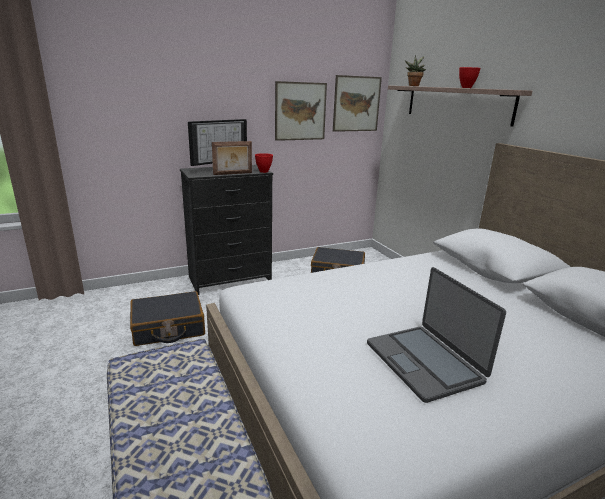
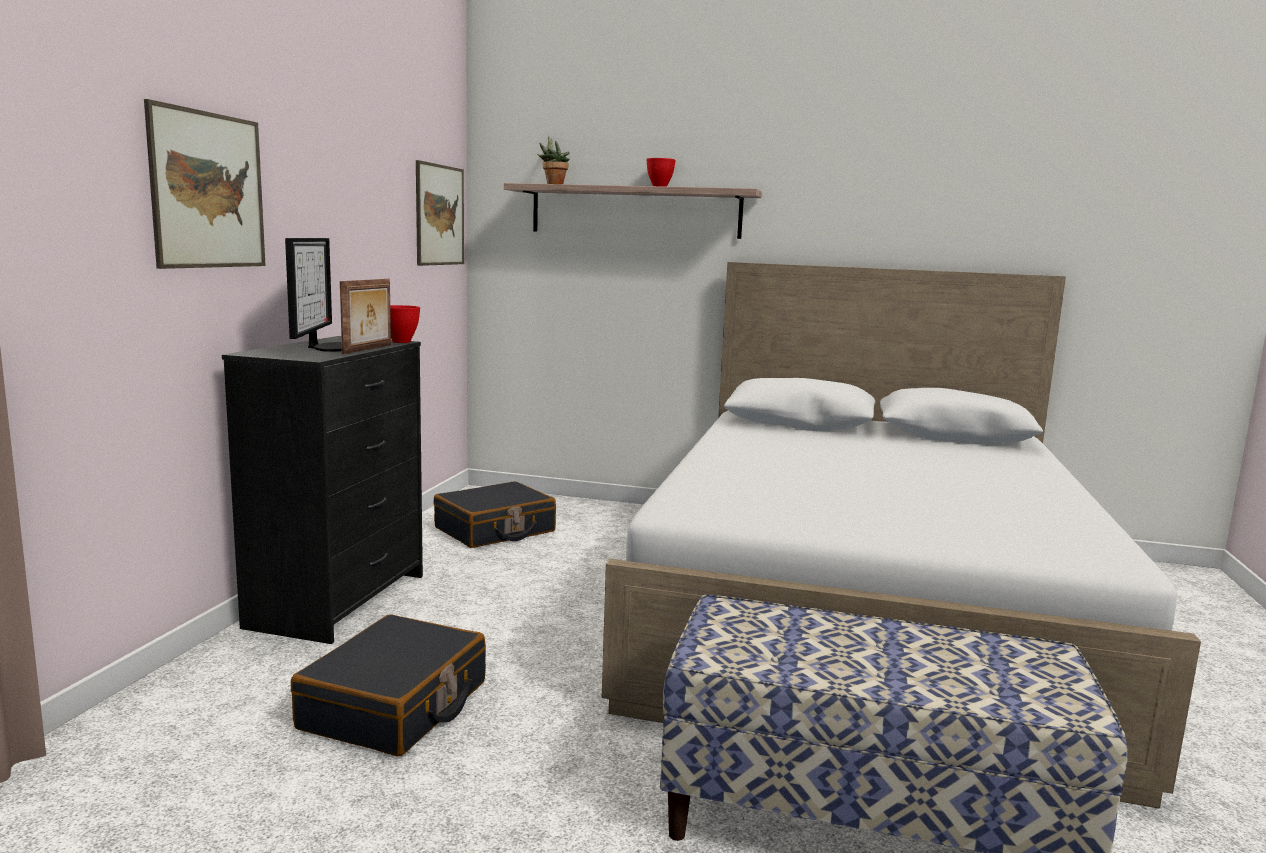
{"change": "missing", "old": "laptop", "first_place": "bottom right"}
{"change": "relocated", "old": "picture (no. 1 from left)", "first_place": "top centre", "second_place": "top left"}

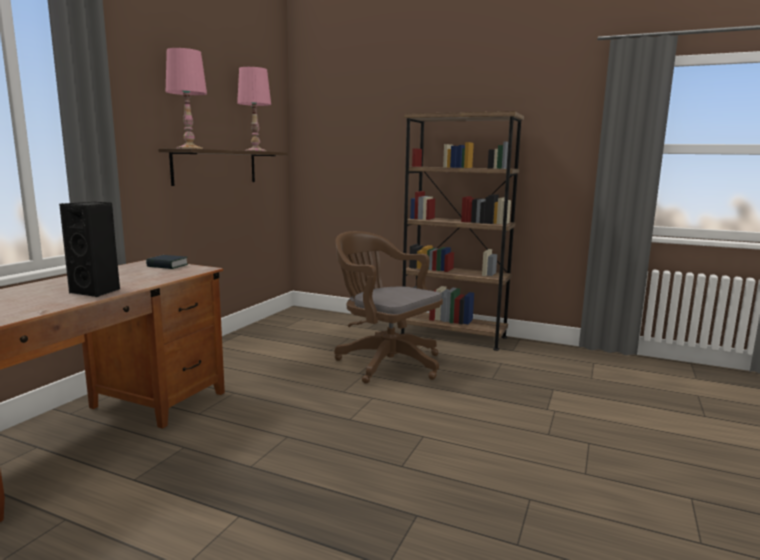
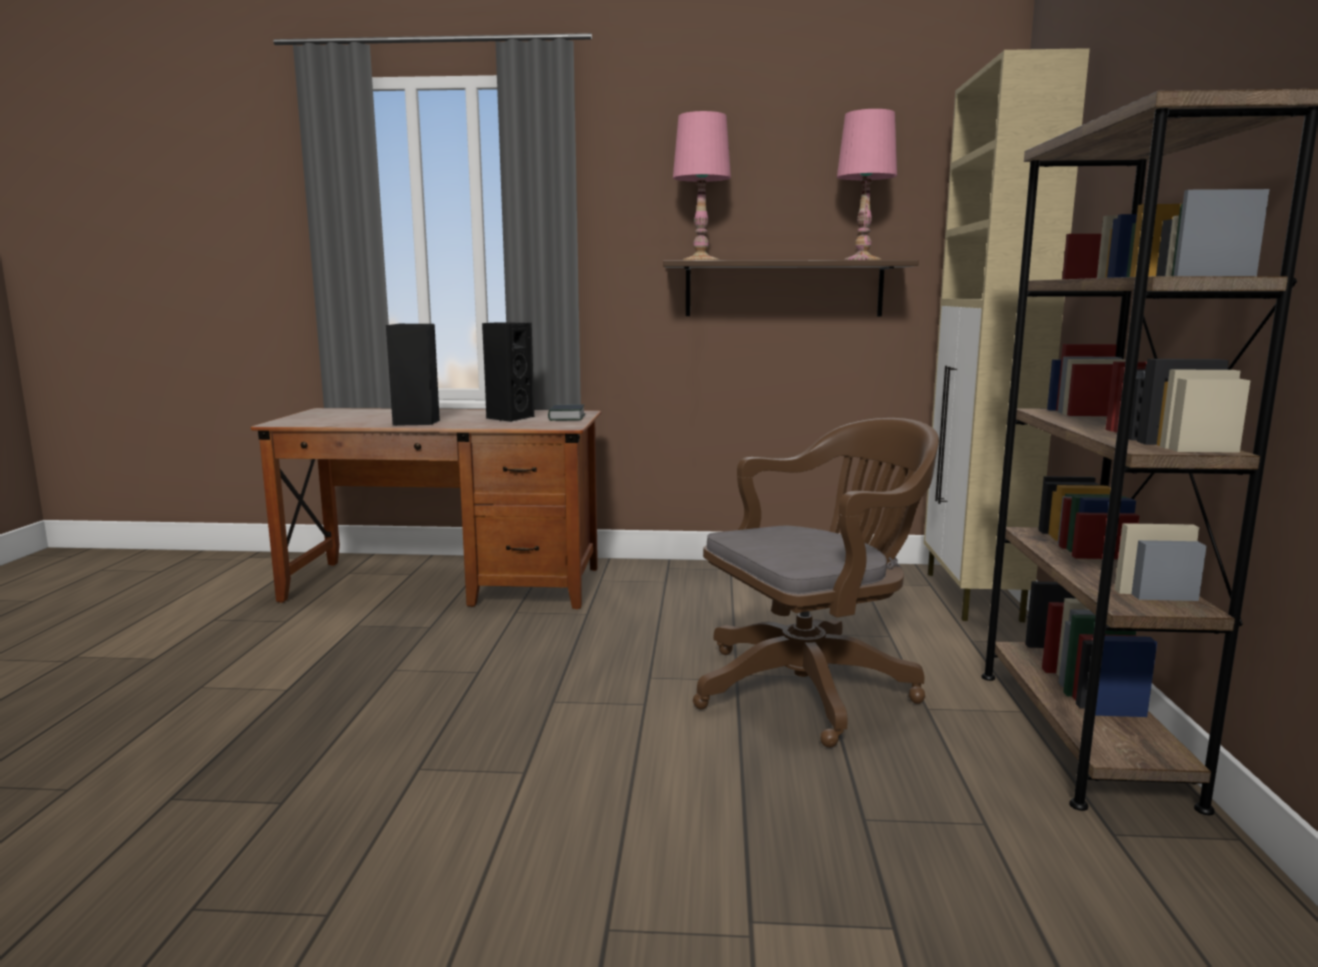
{"change": "appeared", "new": "black speaker (no. 2 from left)", "second_place": "centre"}
{"change": "appeared", "new": "beige cabinet", "second_place": "middle right"}
{"change": "spun", "old": "brown office chair", "first_place": "centre", "second_place": "centre", "degrees": 45}

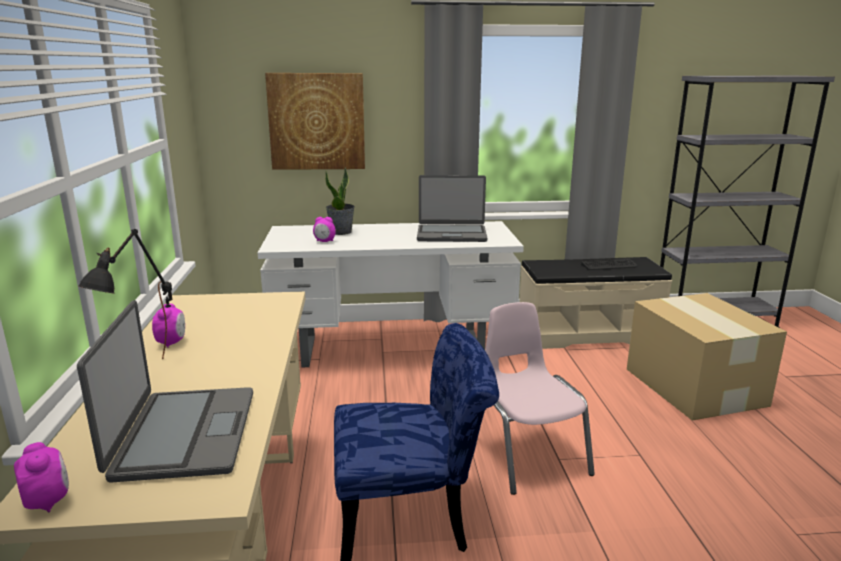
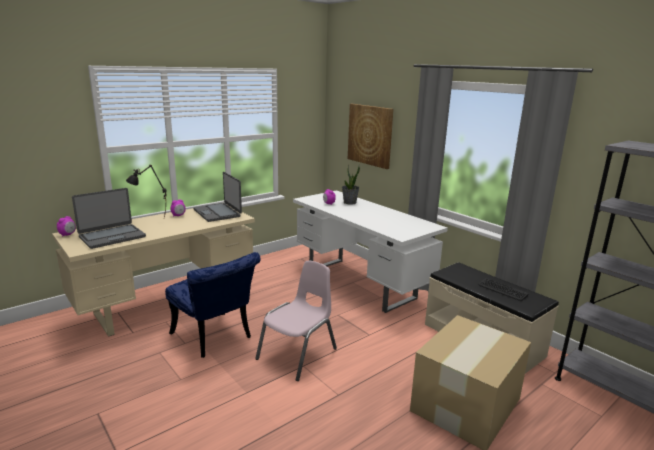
{"change": "relocated", "old": "laptop (no. 2 from left)", "first_place": "centre", "second_place": "middle left"}

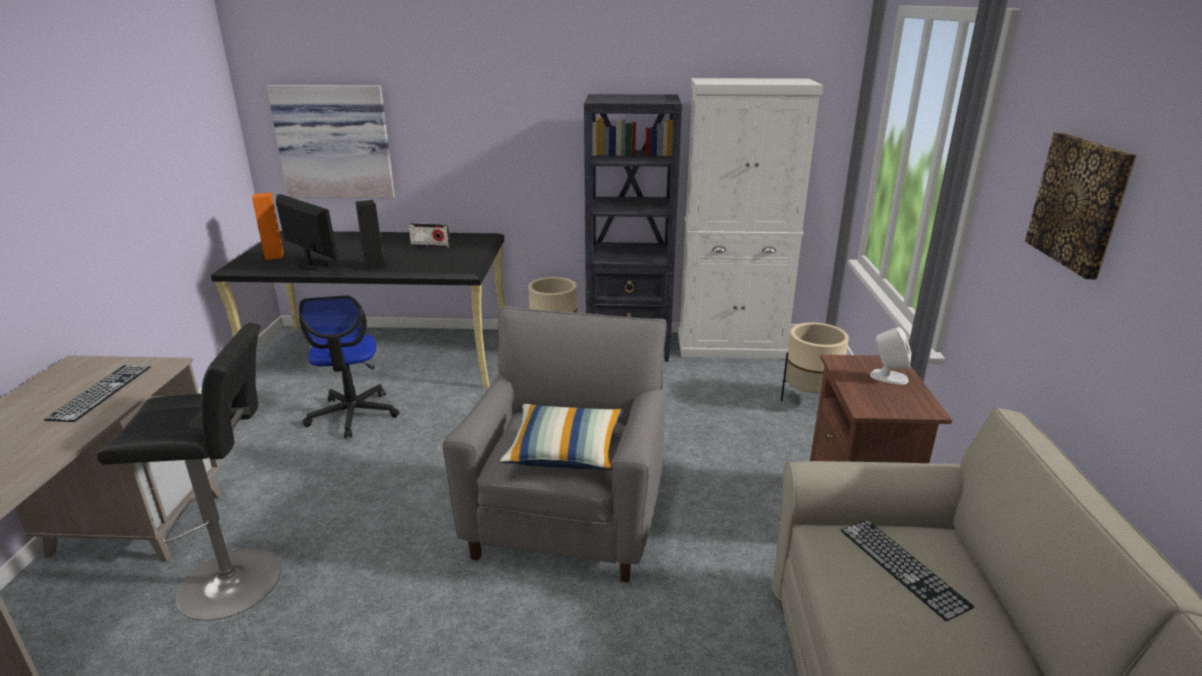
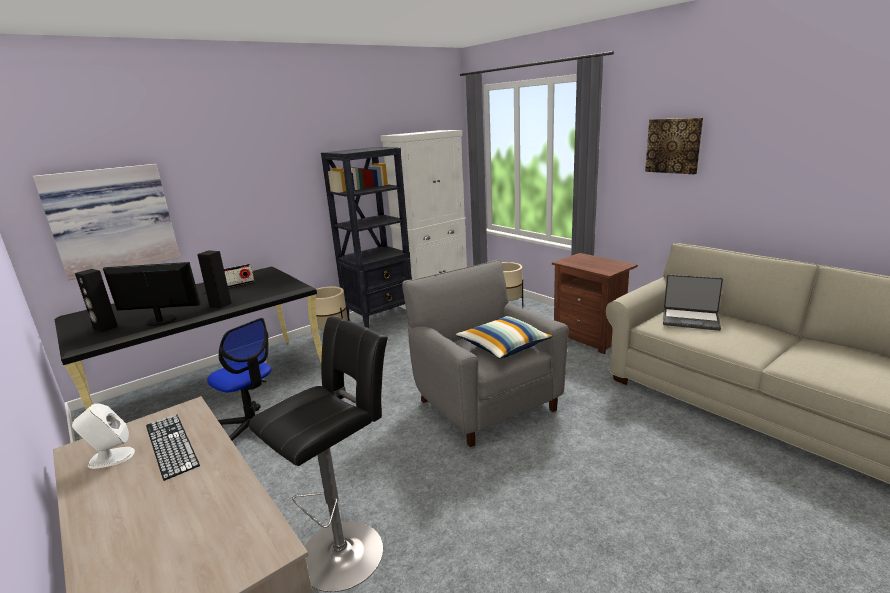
{"change": "relocated", "old": "white speaker", "first_place": "middle right", "second_place": "bottom left"}
{"change": "exchanged", "old": "keyboard (no. 2 from left)", "new": "laptop", "first_place": "bottom right", "second_place": "middle right"}
{"change": "colour", "old": "orange speaker", "new": "black speaker (no. 1 from left)", "first_place": "middle left", "second_place": "middle left"}

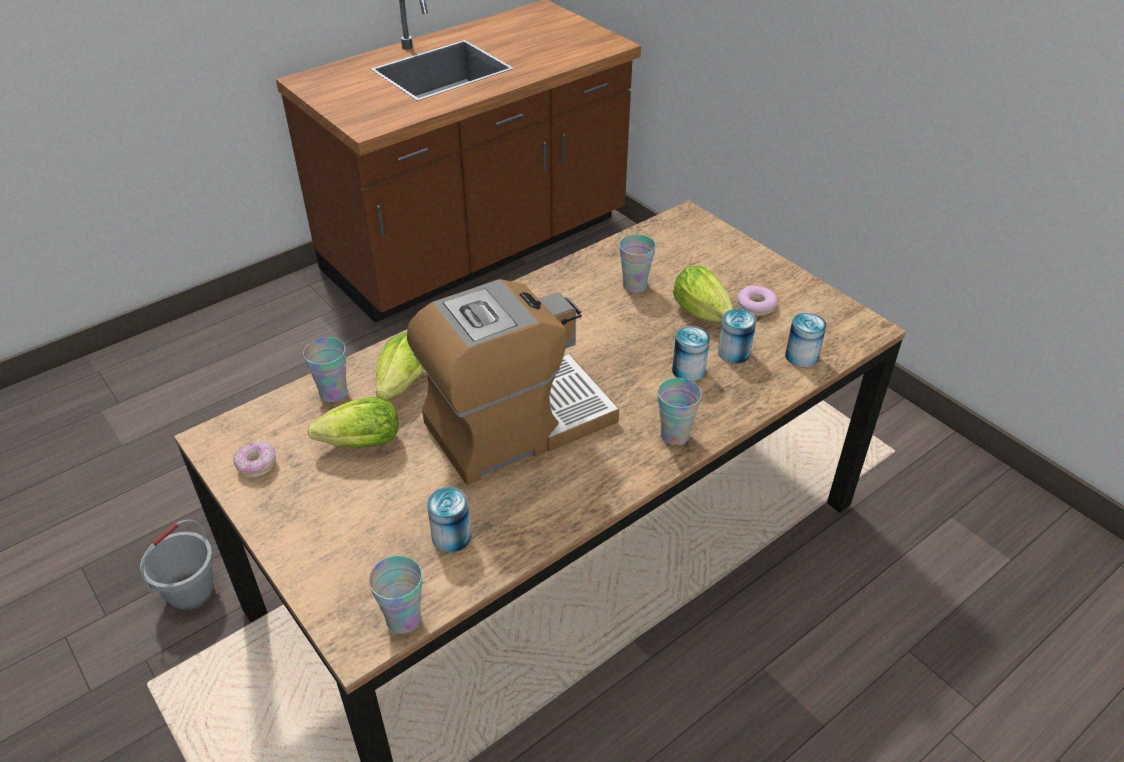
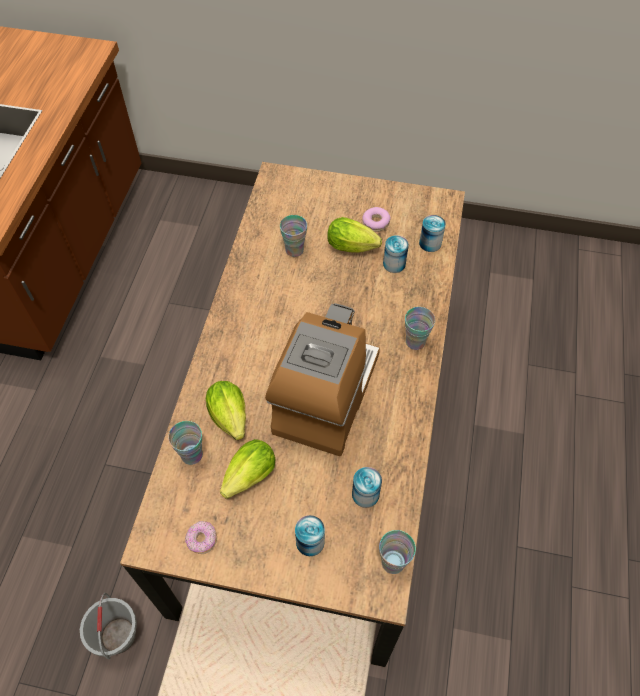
{"change": "relocated", "old": "can (no. 2 from left in the first image)", "new": "can (no. 1 from left)", "first_place": "centre", "second_place": "bottom centre"}

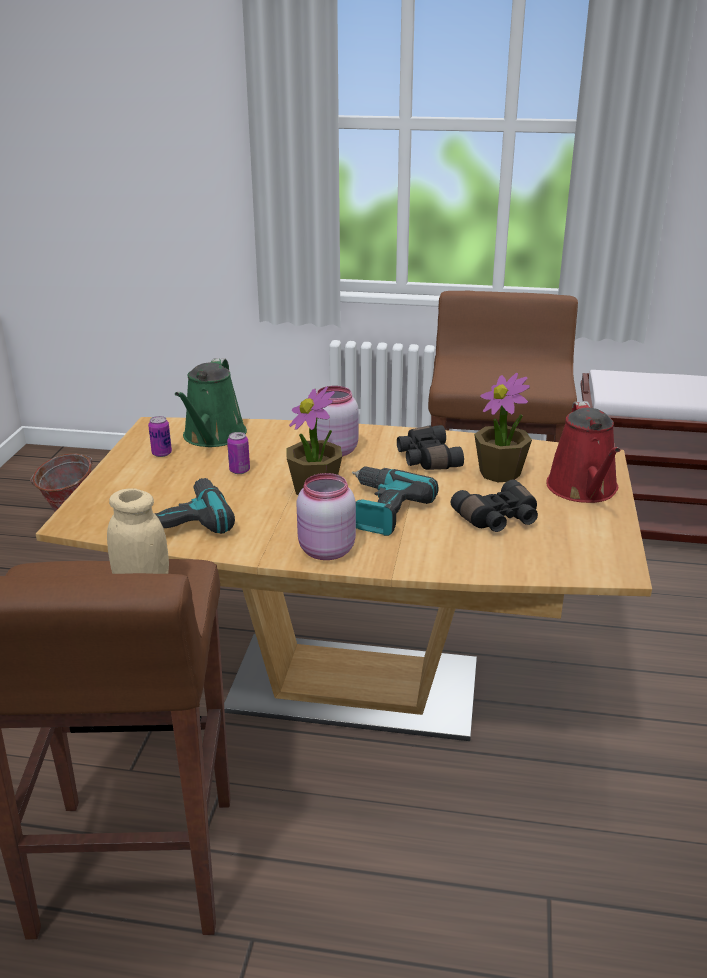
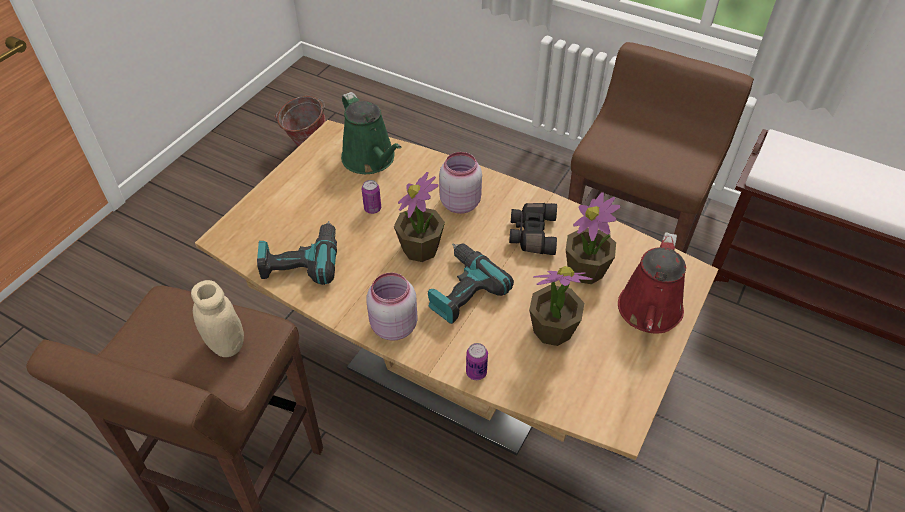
{"change": "relocated", "old": "can (no. 1 from left in the first image)", "new": "can (no. 2 from left)", "first_place": "middle left", "second_place": "bottom centre"}
{"change": "exchanged", "old": "black binoculars (no. 2 from left)", "new": "potted plant (no. 2 from left)", "first_place": "middle right", "second_place": "centre"}
{"change": "spun", "old": "green watering can", "first_place": "middle left", "second_place": "top centre", "degrees": -60}

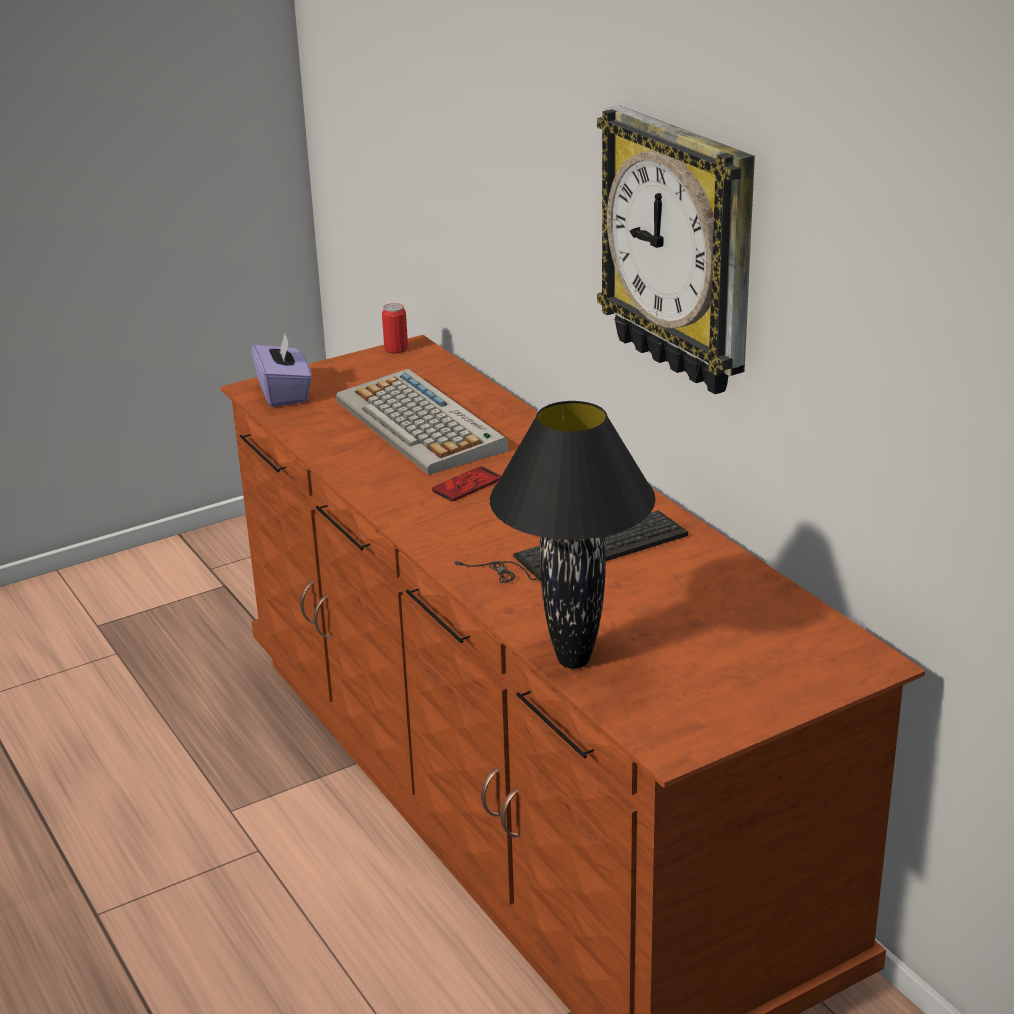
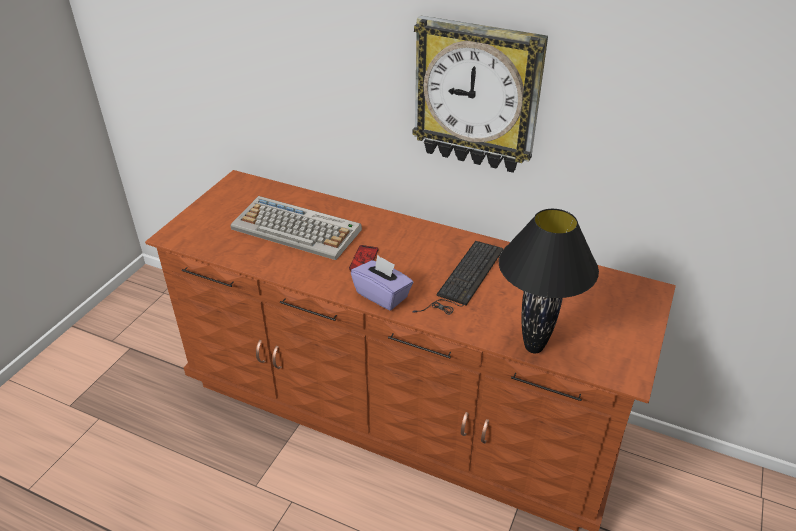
{"change": "missing", "old": "can", "first_place": "top centre"}
{"change": "relocated", "old": "purple tissue box", "first_place": "middle left", "second_place": "centre"}

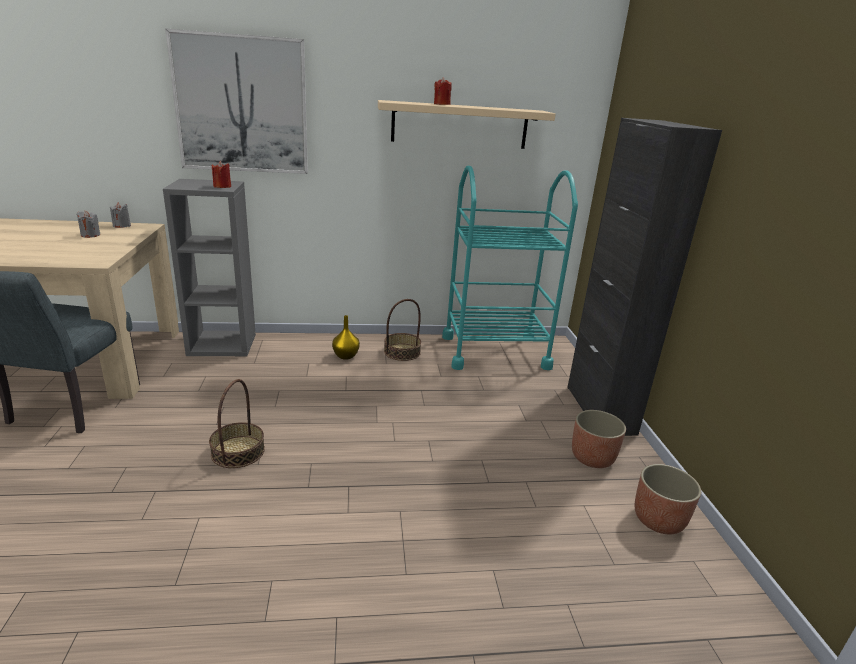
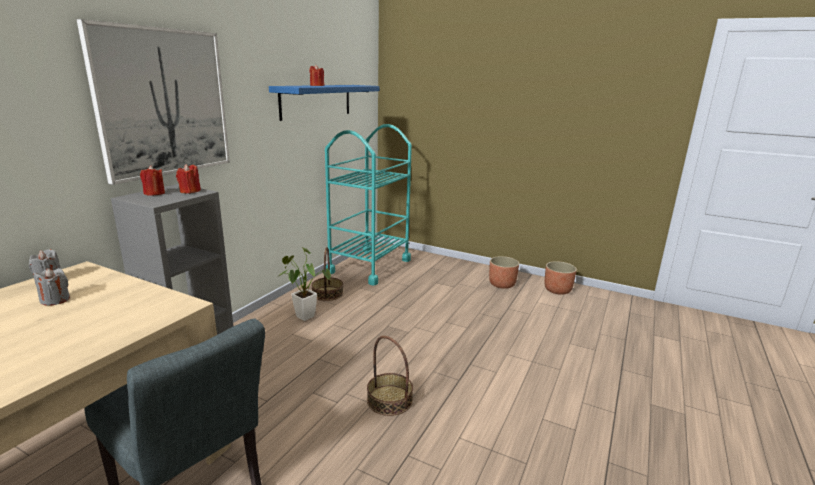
{"change": "missing", "old": "black cabinet", "first_place": "middle right"}
{"change": "appeared", "new": "red candle (no. 1 from left)", "second_place": "middle left"}
{"change": "exchanged", "old": "yellow vase", "new": "potted plant", "first_place": "centre", "second_place": "centre"}
{"change": "colour", "old": "beige shelf", "new": "blue shelf", "first_place": "top centre", "second_place": "top centre"}

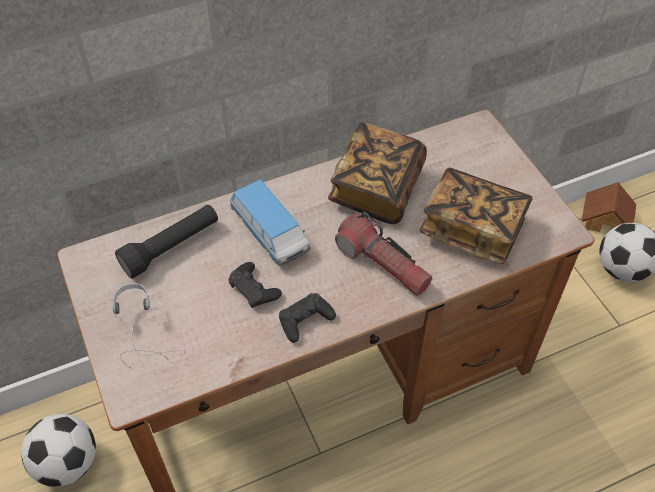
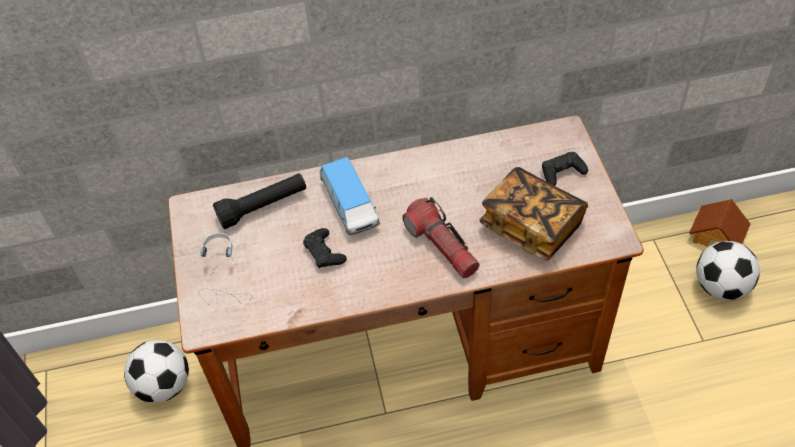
{"change": "missing", "old": "book (no. 1 from left)", "first_place": "centre"}
{"change": "relocated", "old": "black game controller (no. 2 from left)", "first_place": "centre", "second_place": "middle right"}

